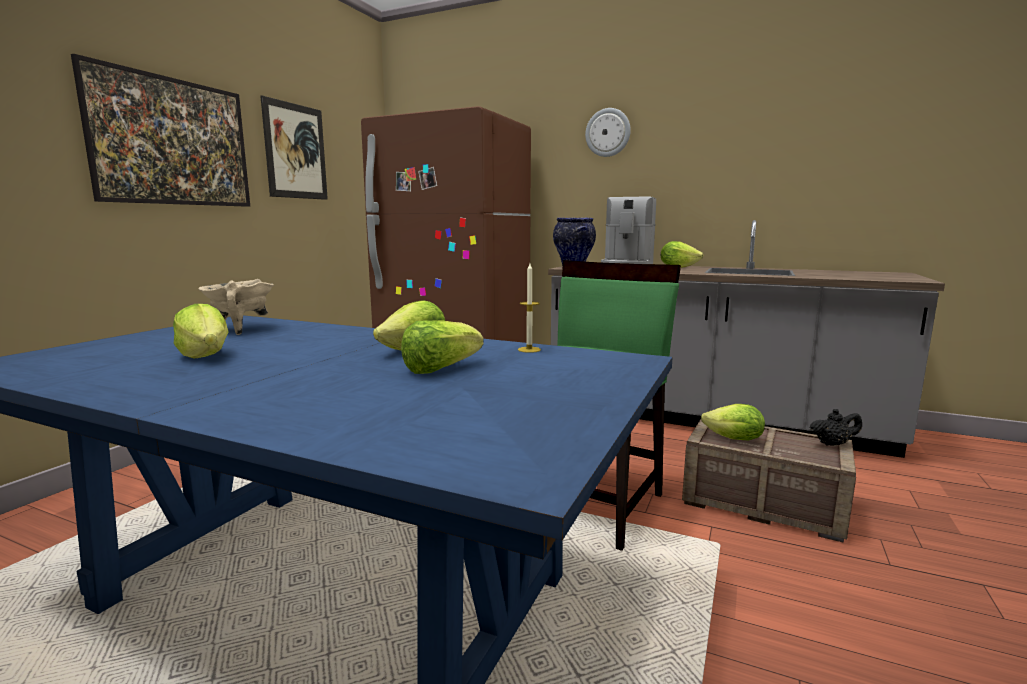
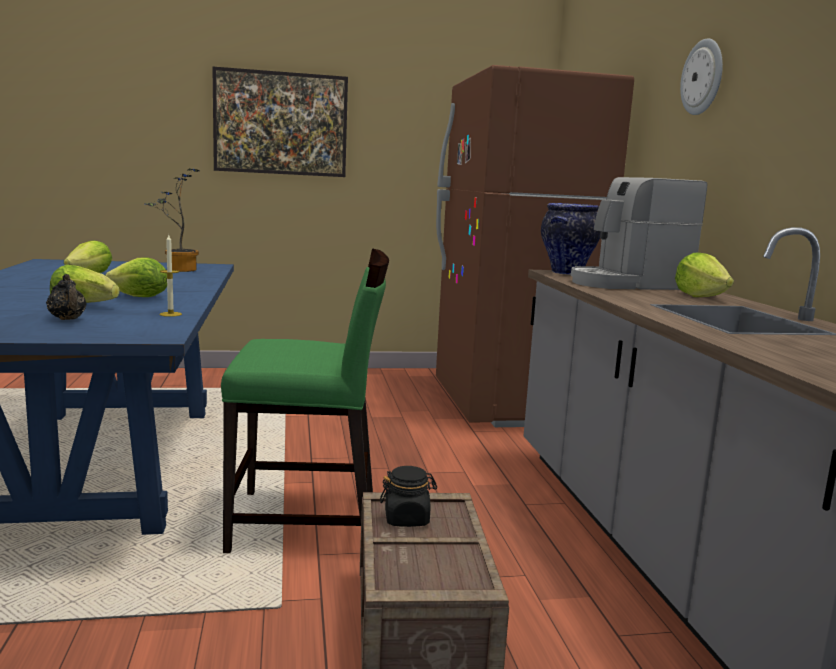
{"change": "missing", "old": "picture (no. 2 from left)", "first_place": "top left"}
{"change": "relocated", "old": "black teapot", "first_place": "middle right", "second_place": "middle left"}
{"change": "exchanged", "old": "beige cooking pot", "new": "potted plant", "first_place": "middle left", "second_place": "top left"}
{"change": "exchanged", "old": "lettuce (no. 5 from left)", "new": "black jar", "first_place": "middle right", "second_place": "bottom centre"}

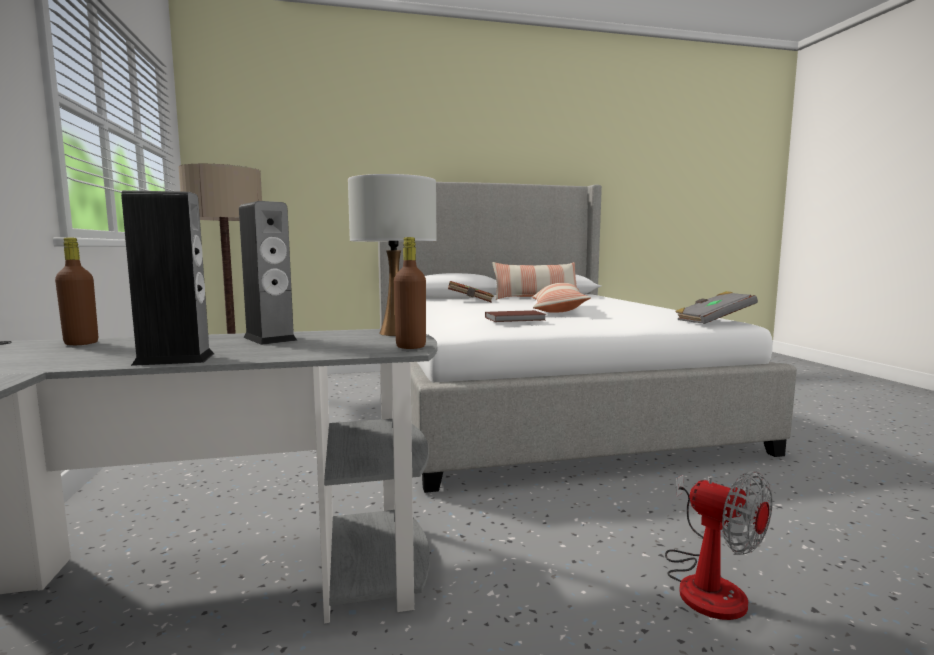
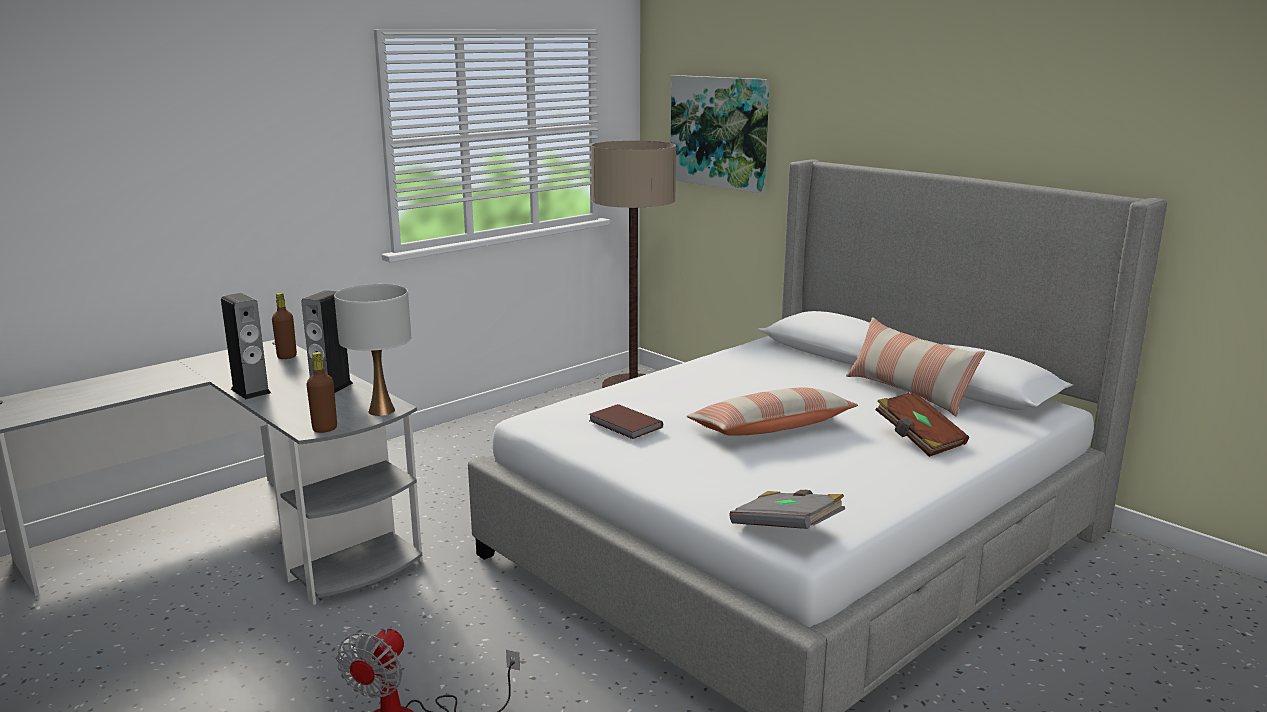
{"change": "appeared", "new": "picture", "second_place": "top centre"}
{"change": "relocated", "old": "brown book (no. 1 from left in the first image)", "new": "brown book (no. 2 from left)", "first_place": "centre", "second_place": "middle right"}

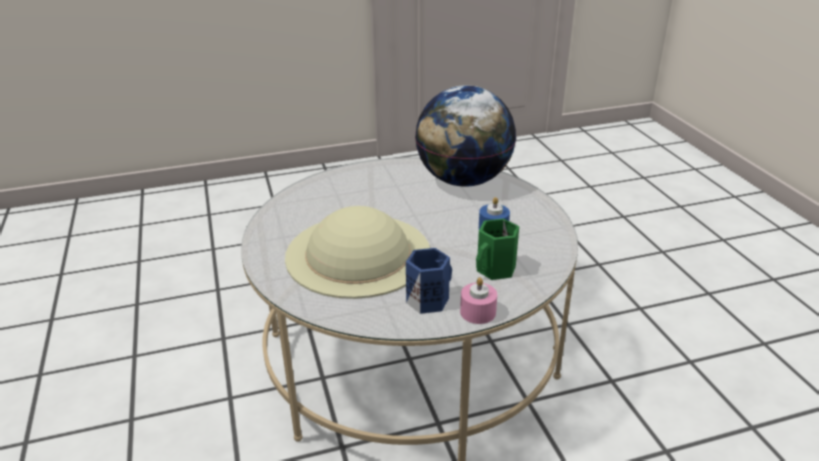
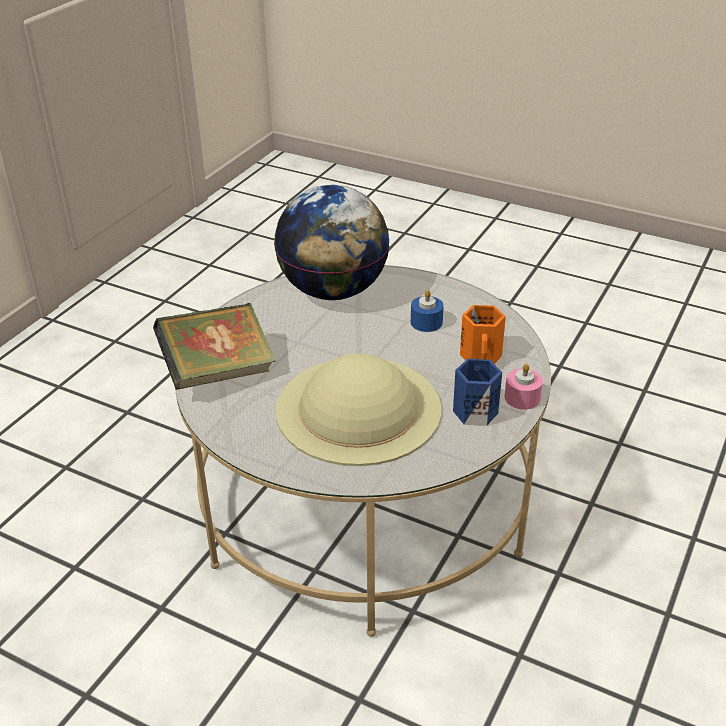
{"change": "appeared", "new": "book", "second_place": "middle left"}
{"change": "colour", "old": "green mug", "new": "orange mug", "first_place": "centre", "second_place": "centre"}

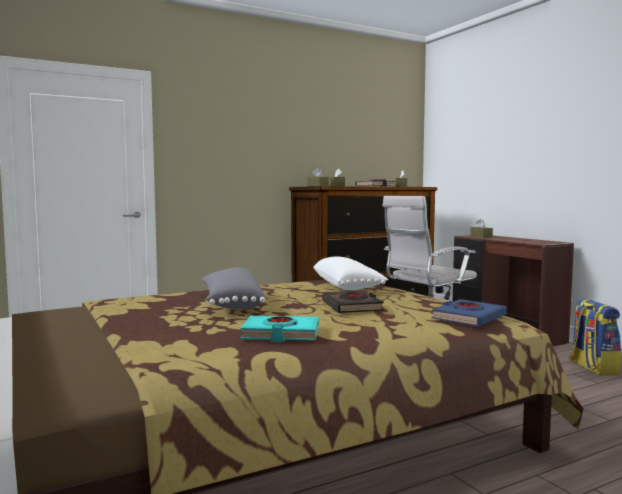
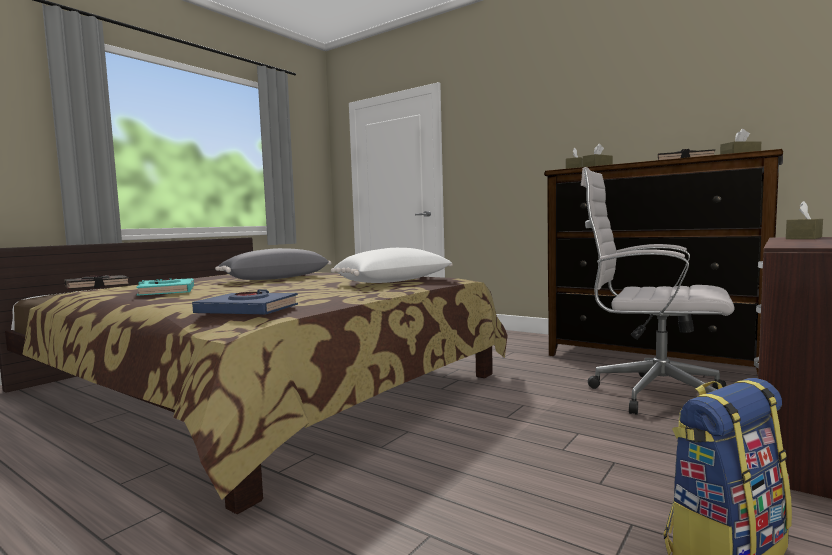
{"change": "relocated", "old": "black book (no. 1 from left)", "first_place": "centre", "second_place": "middle left"}

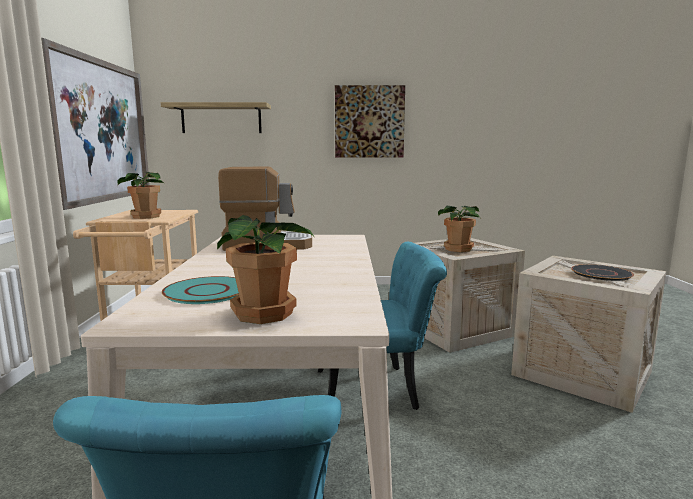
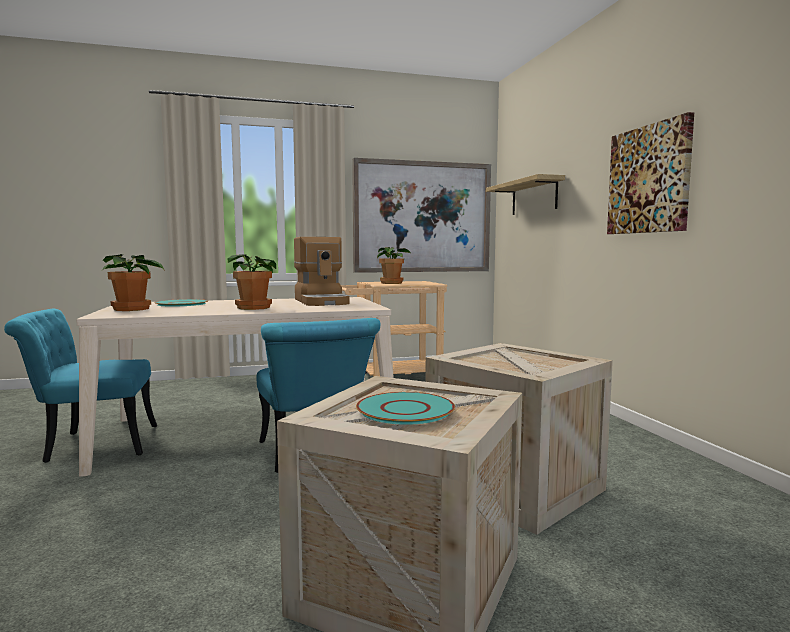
{"change": "relocated", "old": "potted plant (no. 3 from left in the first image)", "new": "potted plant (no. 2 from left)", "first_place": "centre", "second_place": "middle left"}
{"change": "colour", "old": "black plate", "new": "turquoise plate (no. 2 from left)", "first_place": "middle right", "second_place": "centre"}

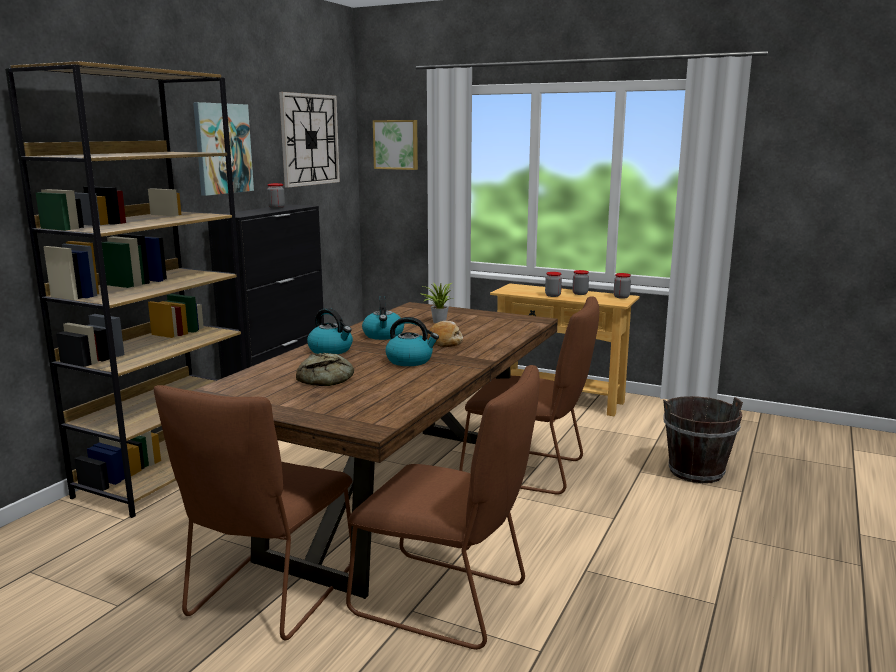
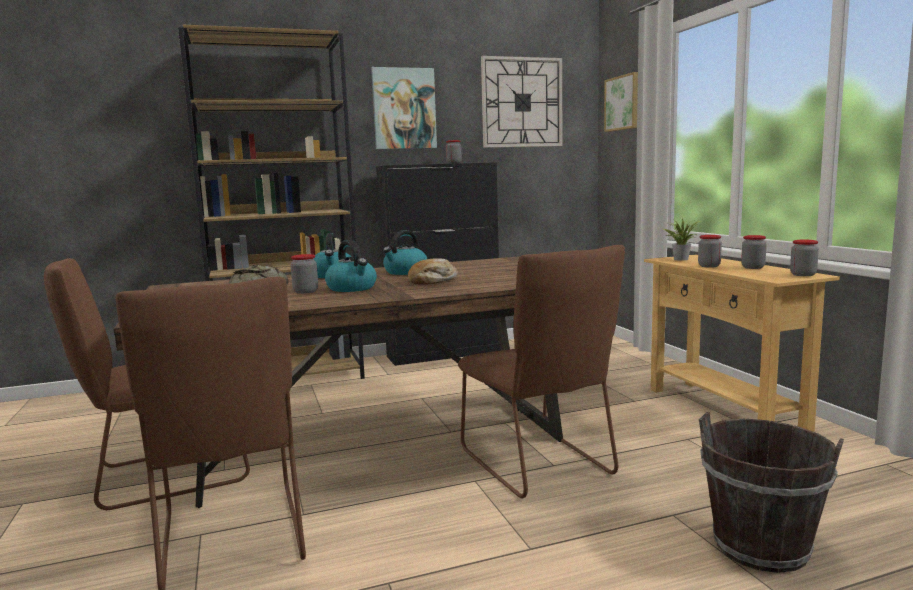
{"change": "appeared", "new": "jar (no. 1 from left)", "second_place": "middle left"}
{"change": "relocated", "old": "potted plant", "first_place": "centre", "second_place": "middle right"}

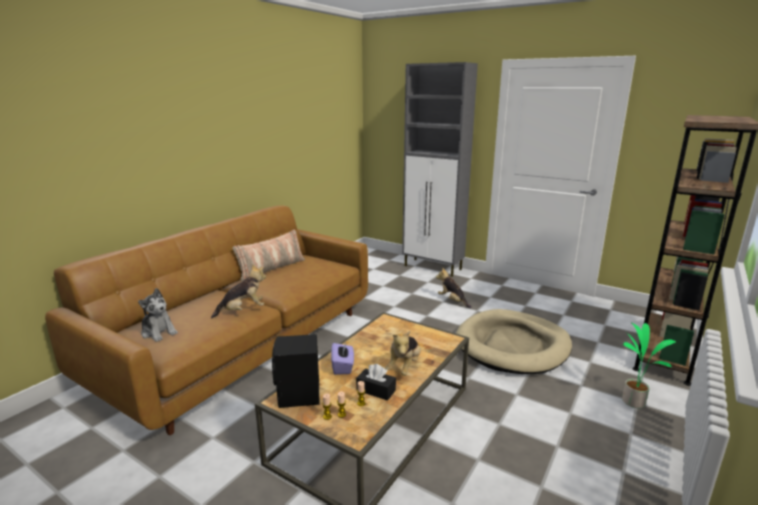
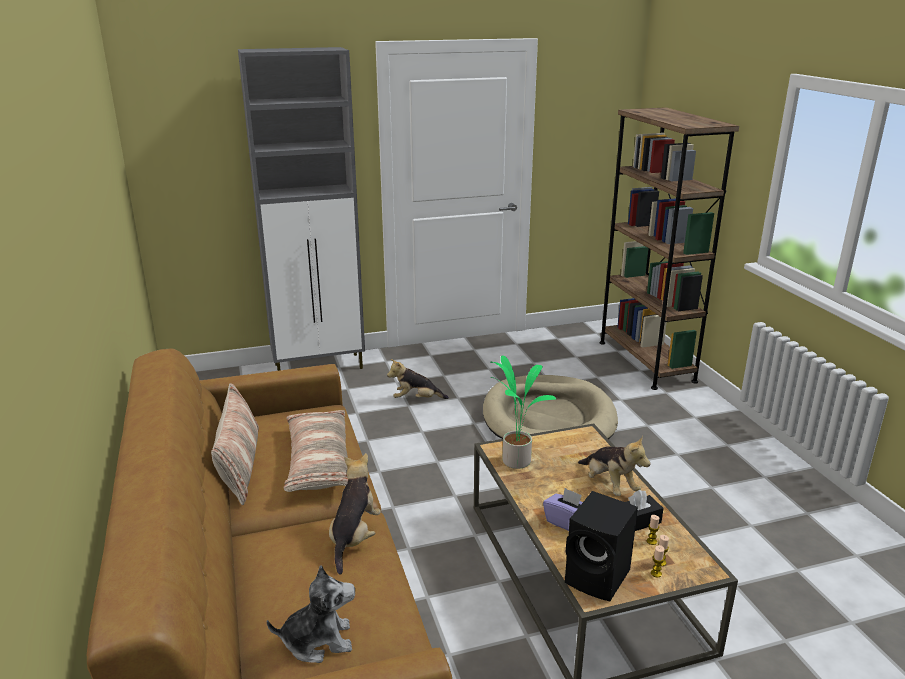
{"change": "appeared", "new": "pillow (no. 2 from left)", "second_place": "centre"}
{"change": "relocated", "old": "potted plant", "first_place": "bottom right", "second_place": "centre"}

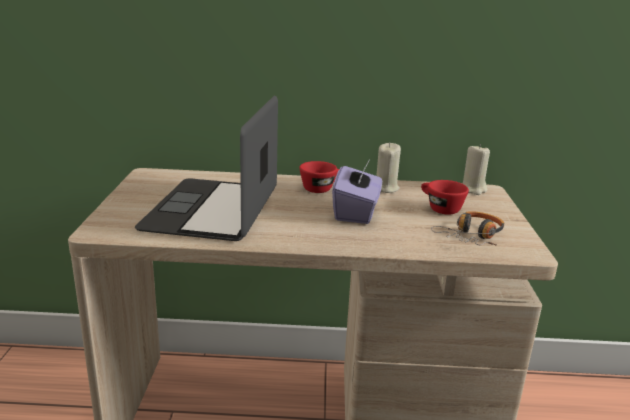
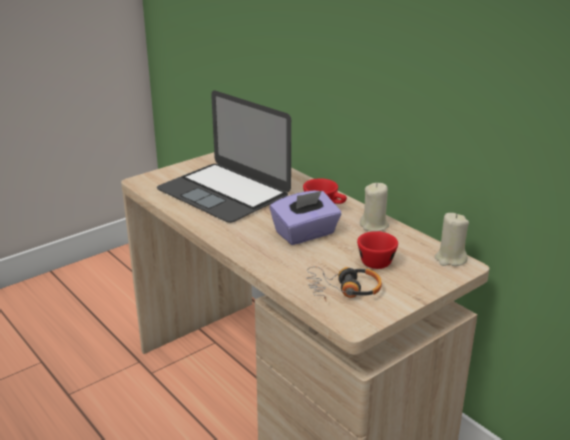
{"change": "spun", "old": "laptop", "first_place": "middle left", "second_place": "centre", "degrees": -105}

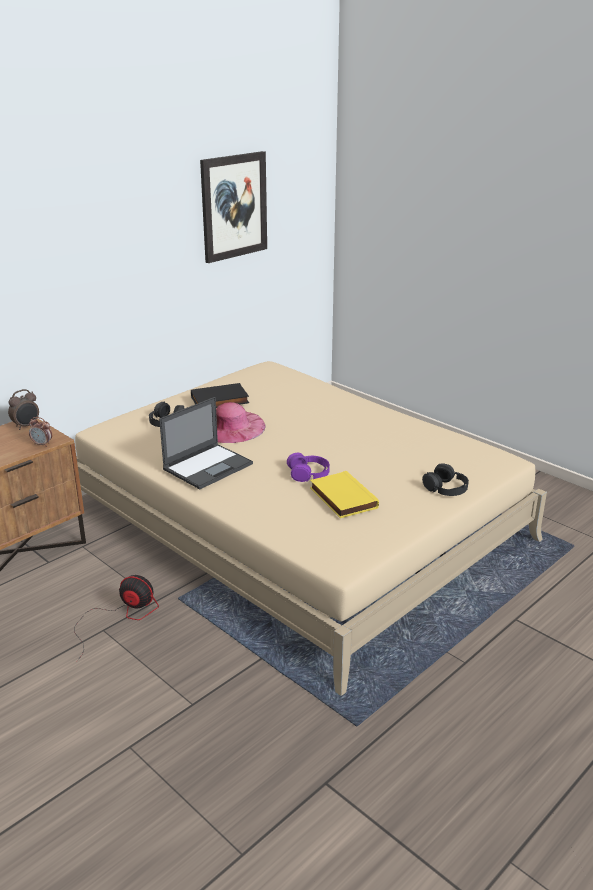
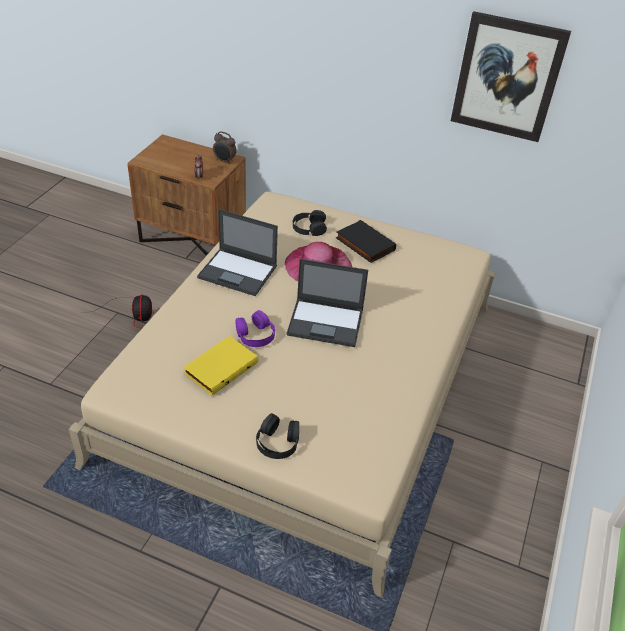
{"change": "appeared", "new": "laptop (no. 2 from left)", "second_place": "centre"}

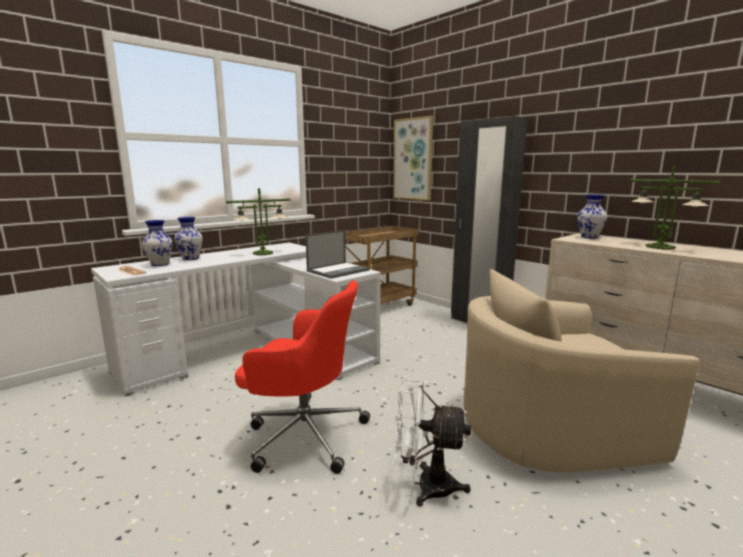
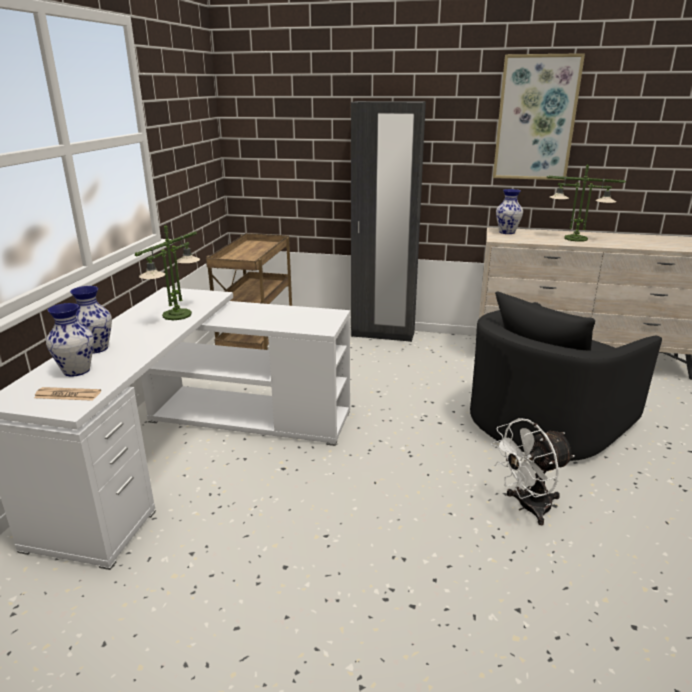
{"change": "missing", "old": "red office chair", "first_place": "bottom centre"}
{"change": "missing", "old": "laptop", "first_place": "centre"}
{"change": "relocated", "old": "picture", "first_place": "top centre", "second_place": "top right"}
{"change": "colour", "old": "beige armchair", "new": "black armchair", "first_place": "middle right", "second_place": "middle right"}

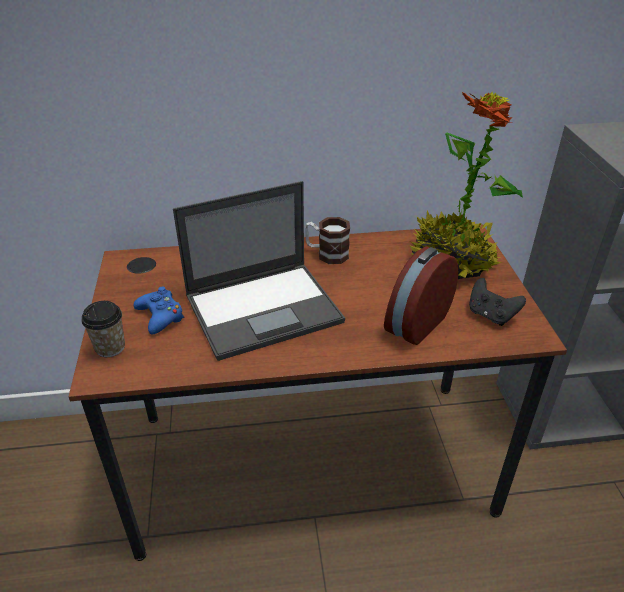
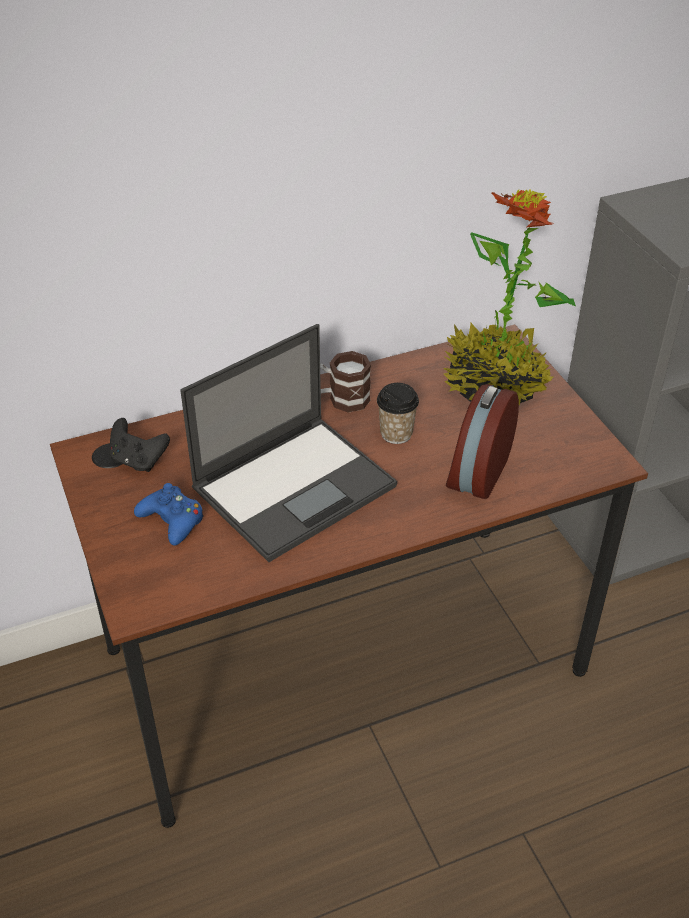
{"change": "relocated", "old": "cup", "first_place": "middle left", "second_place": "centre"}
{"change": "relocated", "old": "black game controller", "first_place": "middle right", "second_place": "middle left"}

